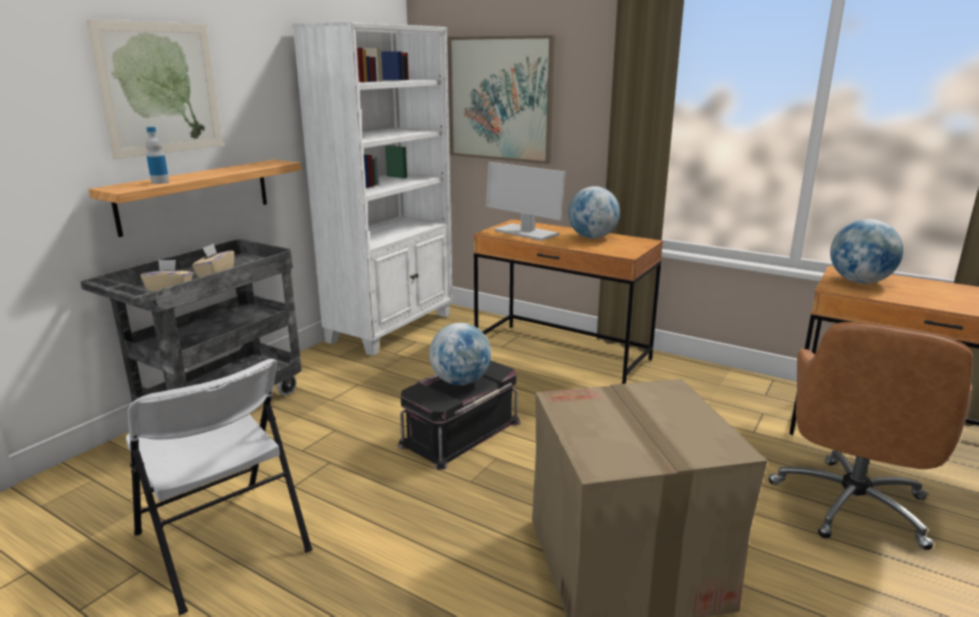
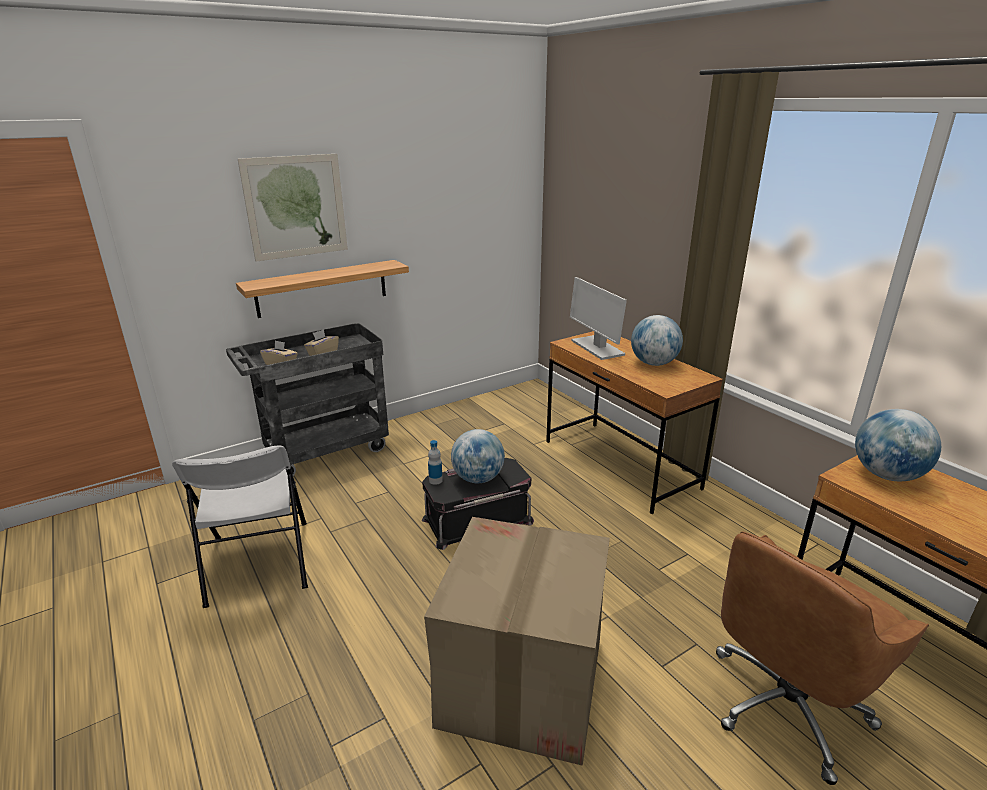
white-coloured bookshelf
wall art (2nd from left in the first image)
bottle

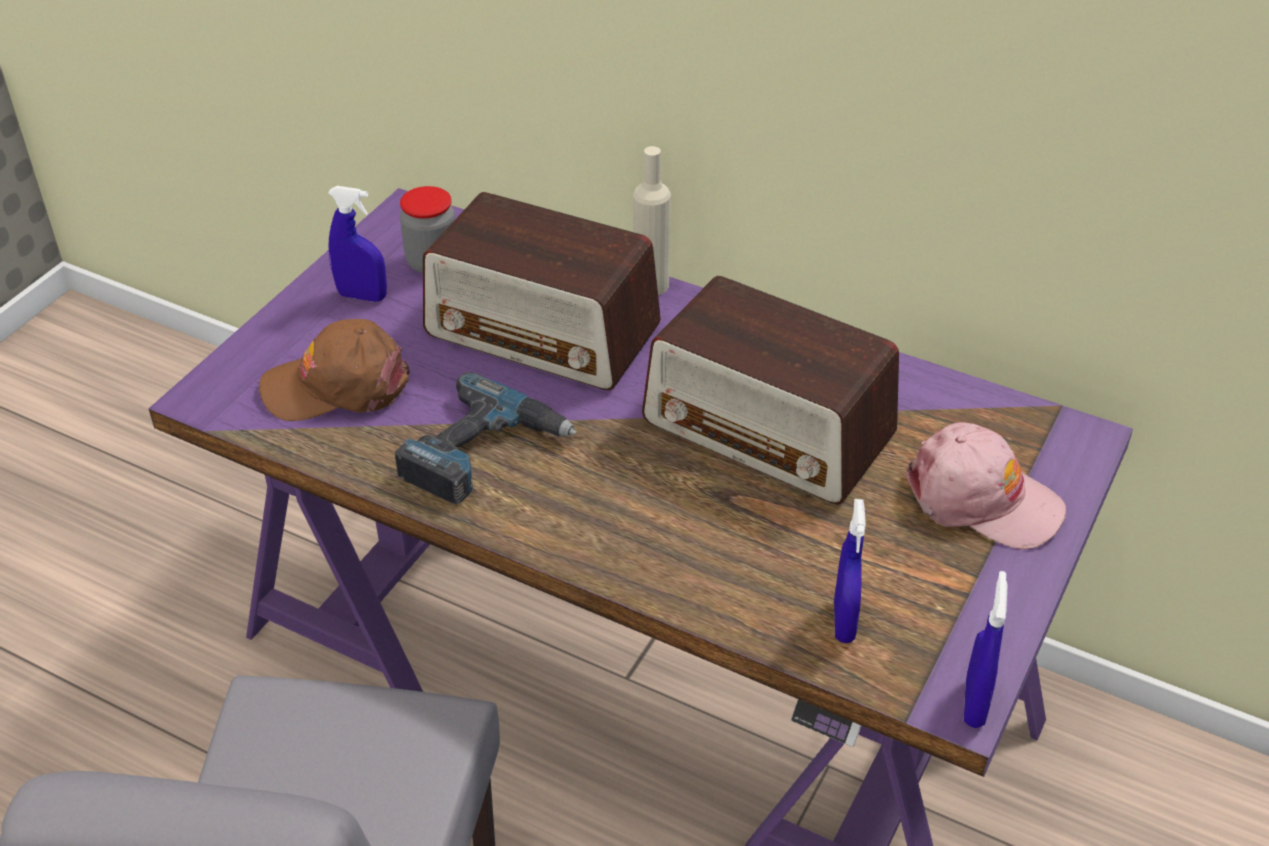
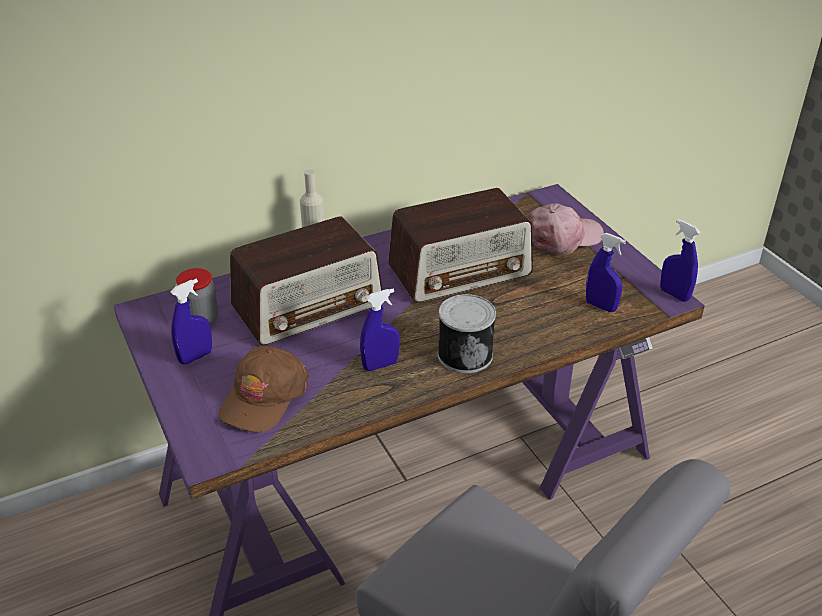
can
bluish hand sprayer (2nd from left)

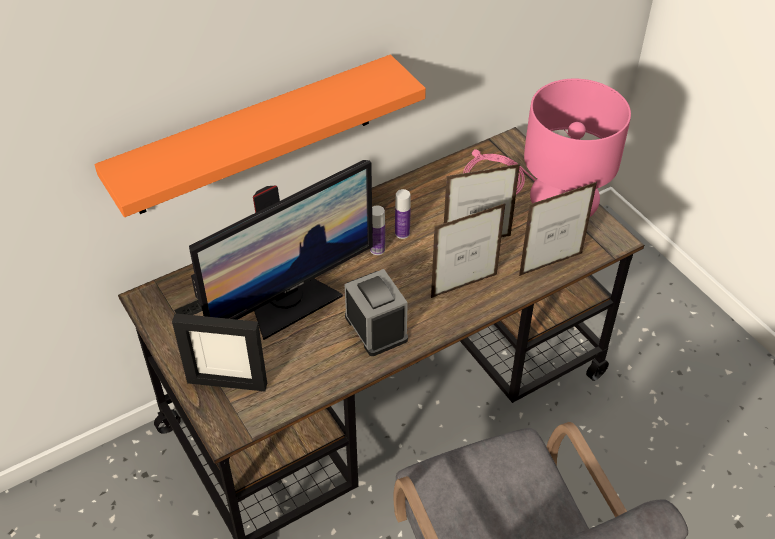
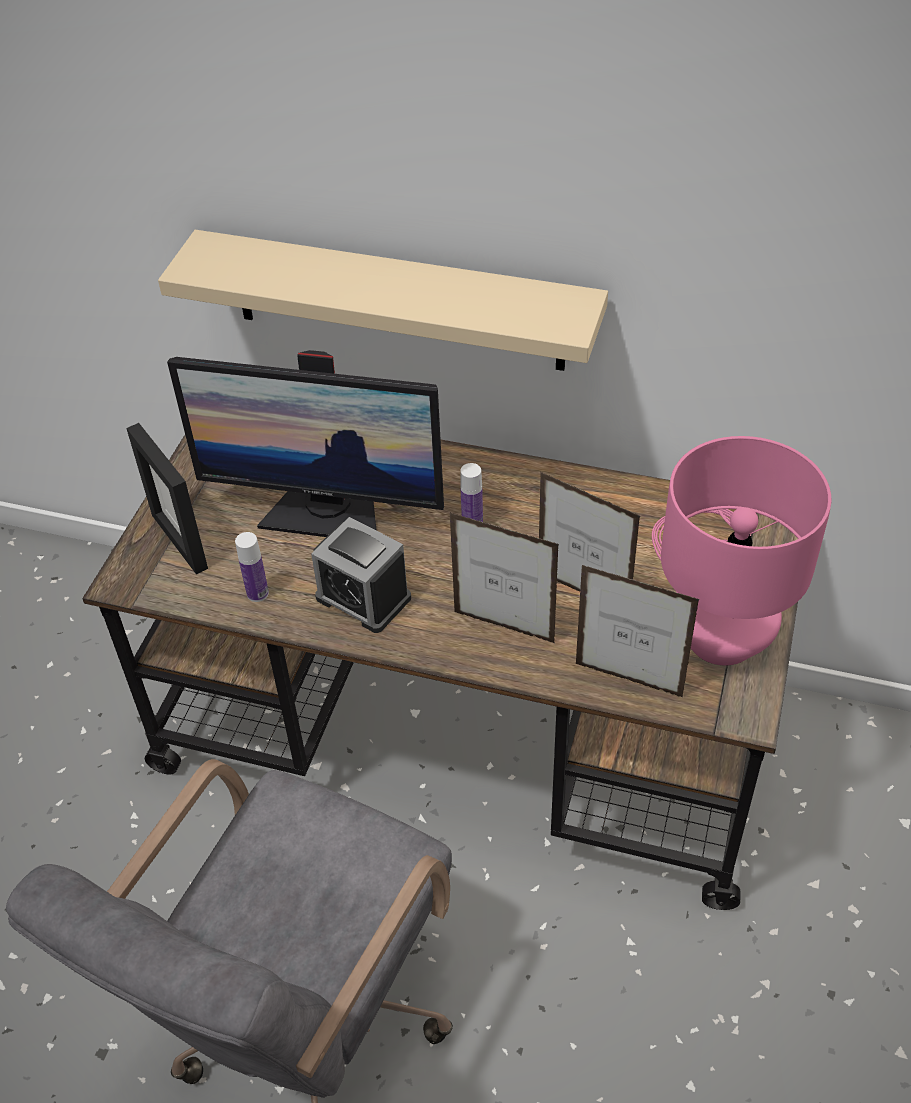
bottle (1st from left)
sand-coloured shelf
bedside clock

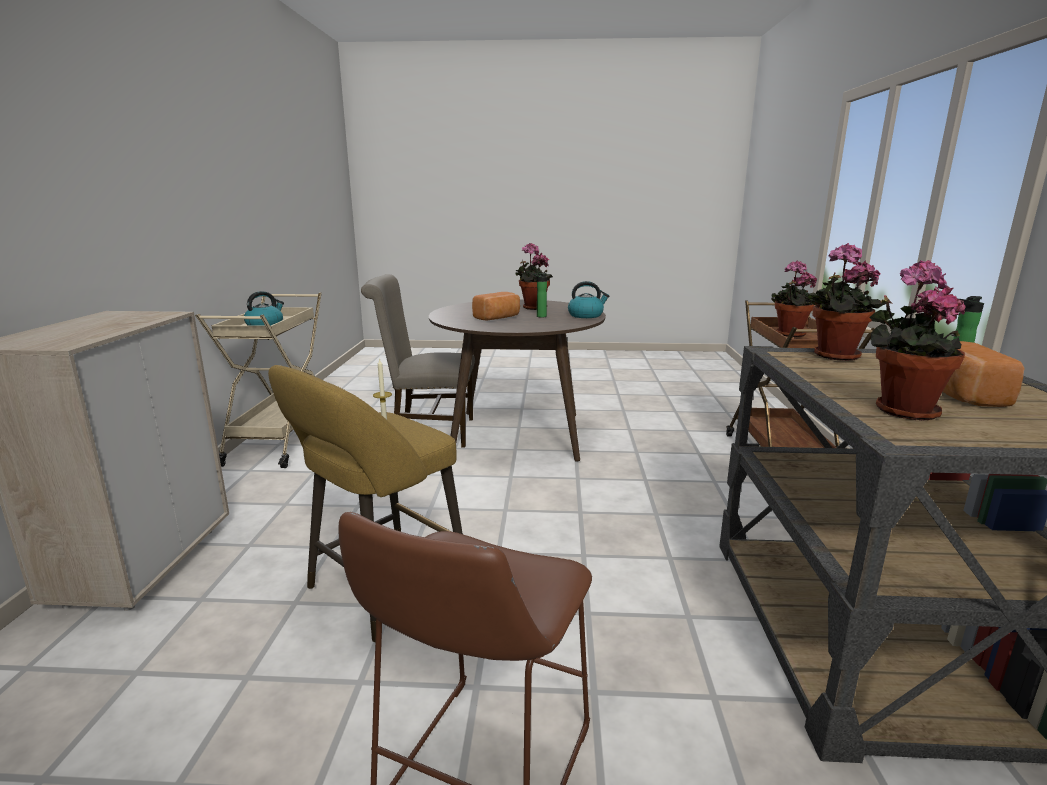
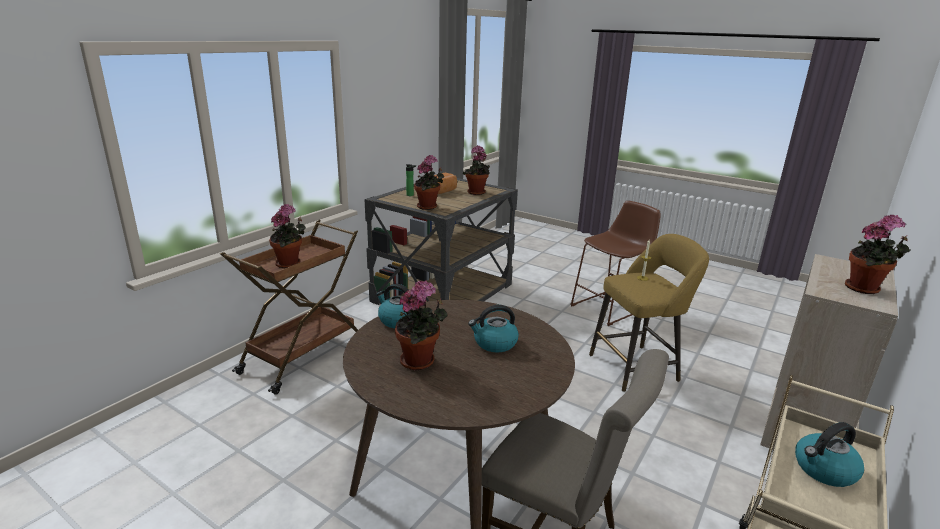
bottle (1st from left in the first image)
plant in a pot (5th from left)
tea kettle (2nd from left)

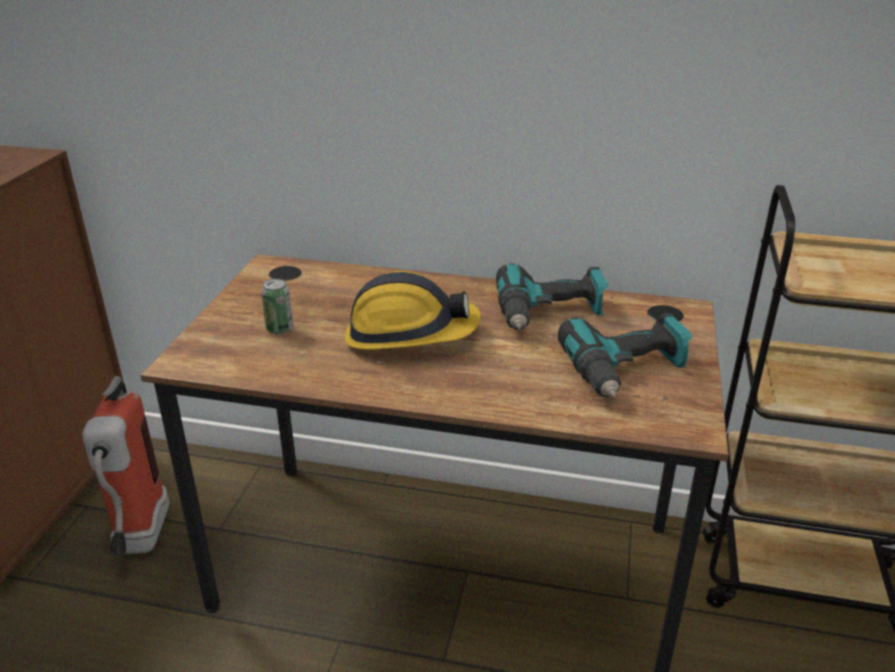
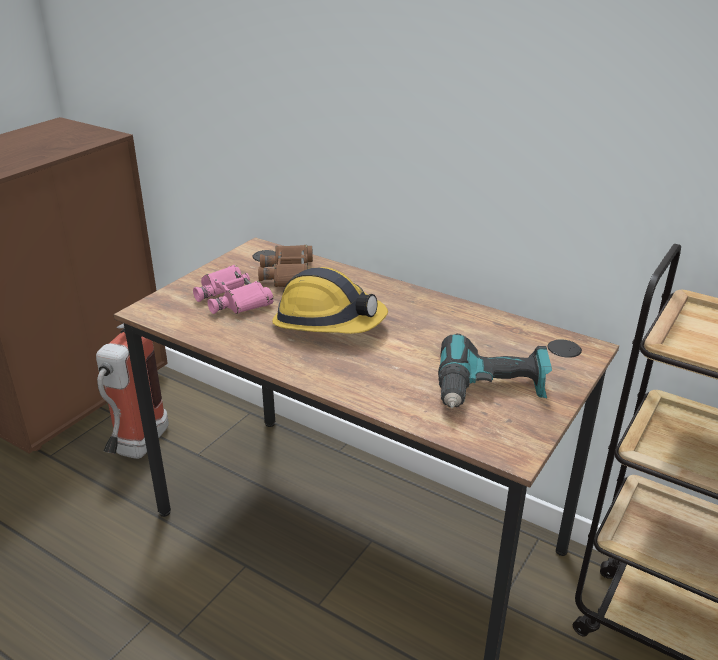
electric drill (1st from left in the first image)
brown-coloured field glasses
pinkish field glasses

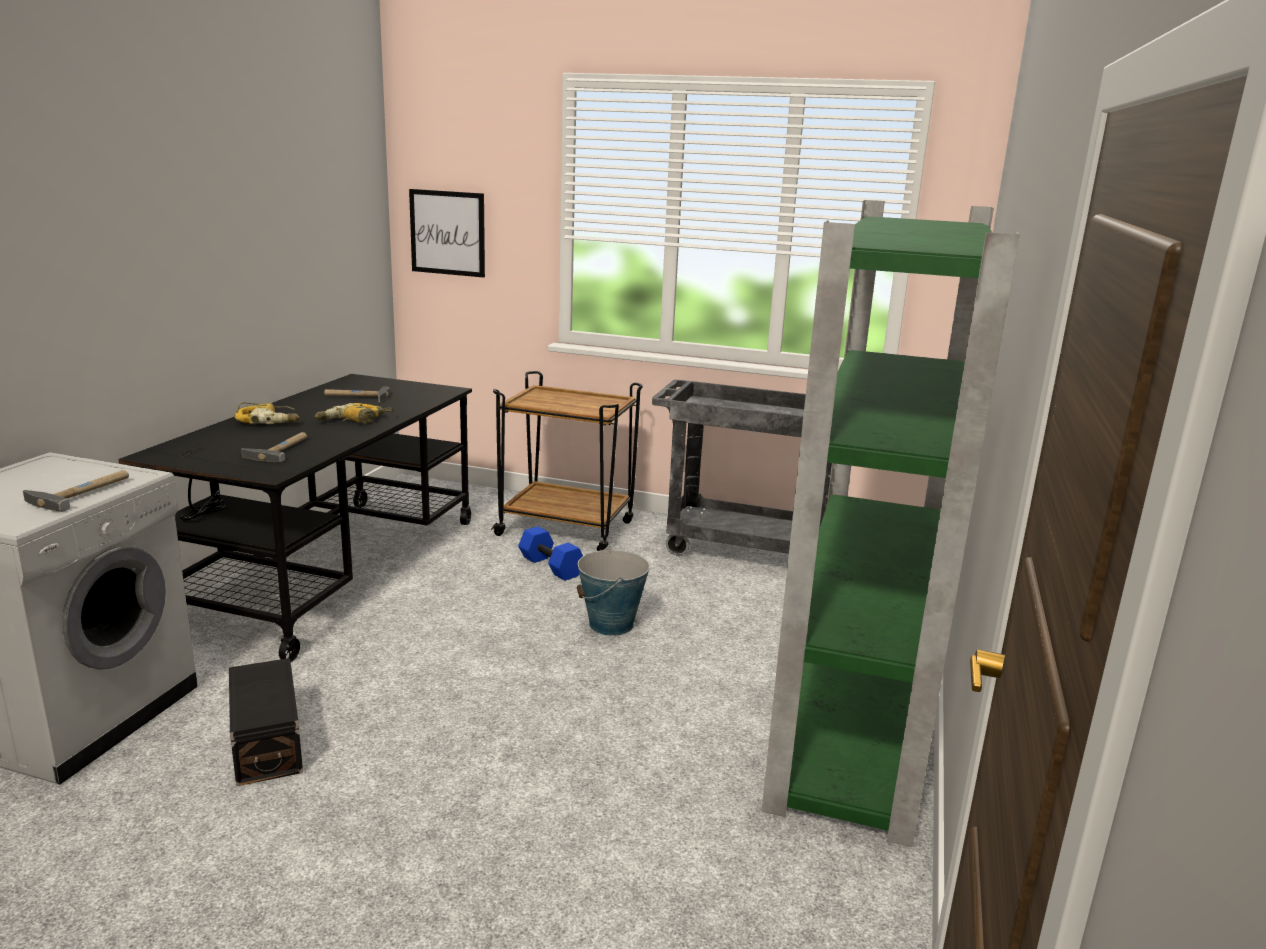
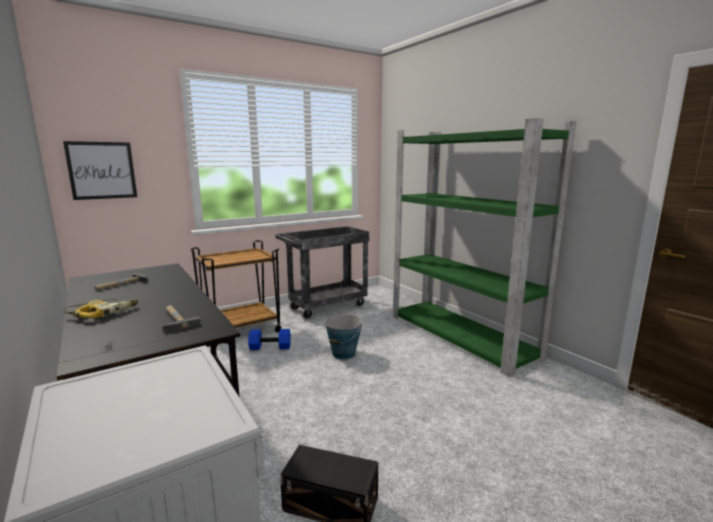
hand hammer (1st from left in the first image)
electric drill (2nd from left in the first image)

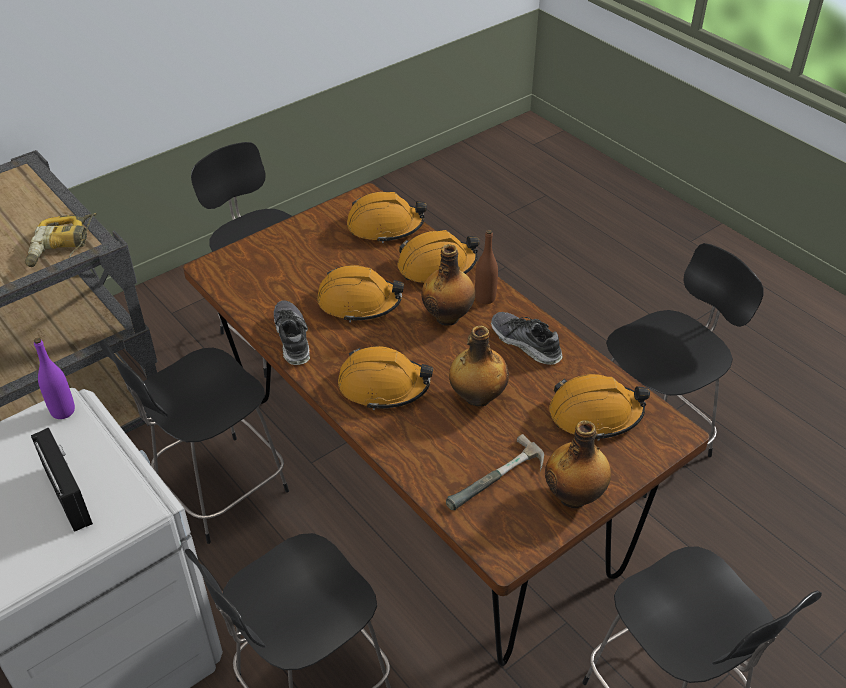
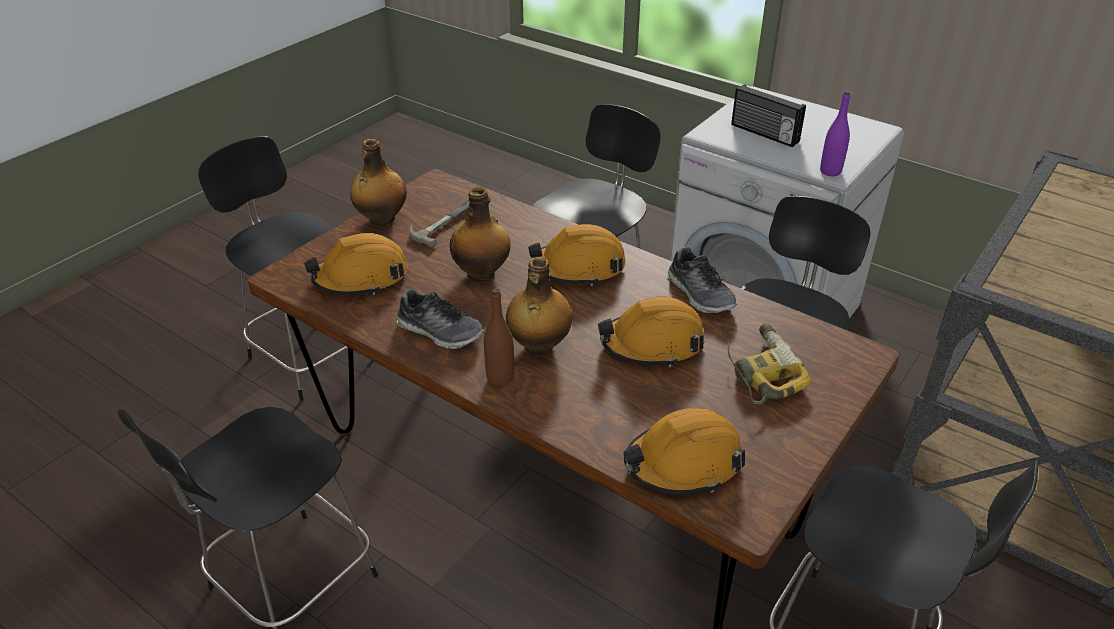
orange-coloured work helmet (4th from left in the first image)
electric drill

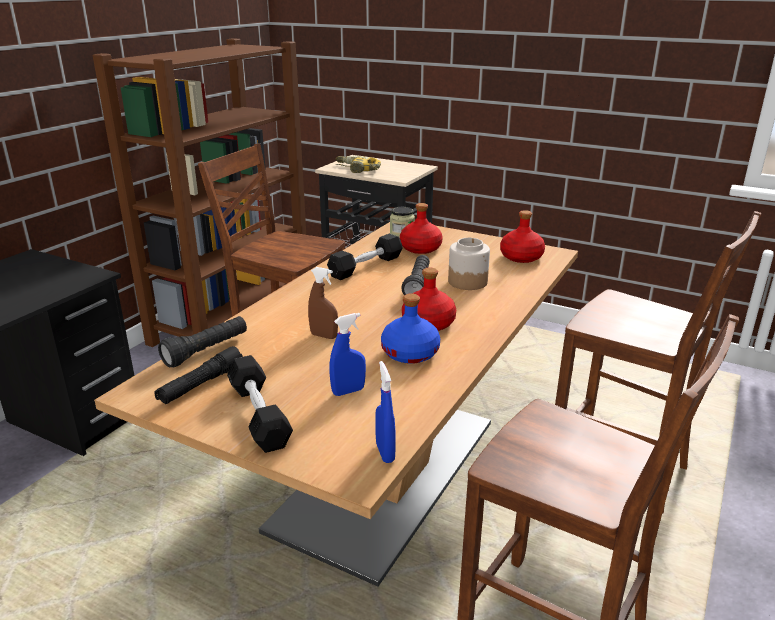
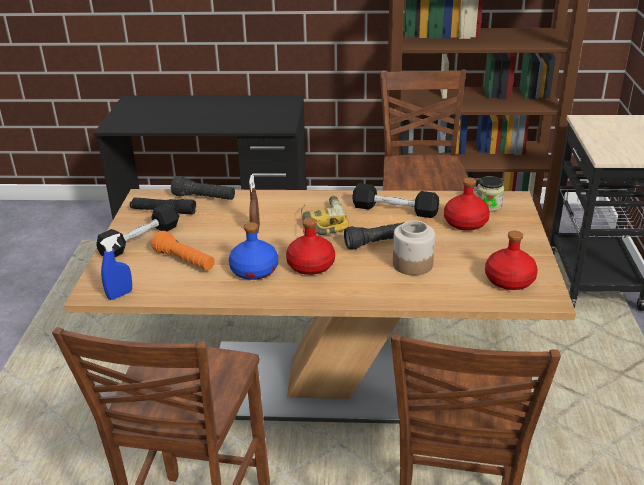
electric drill
orange-coloured torch

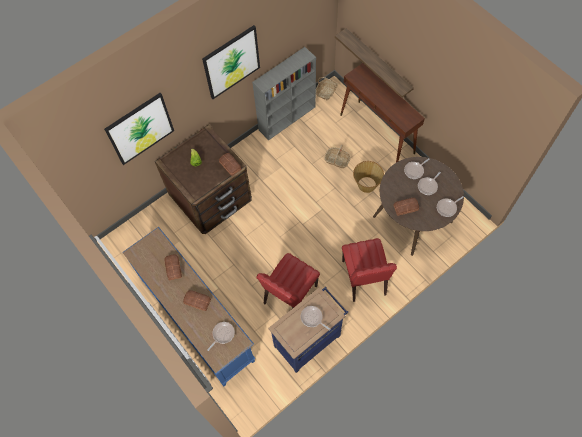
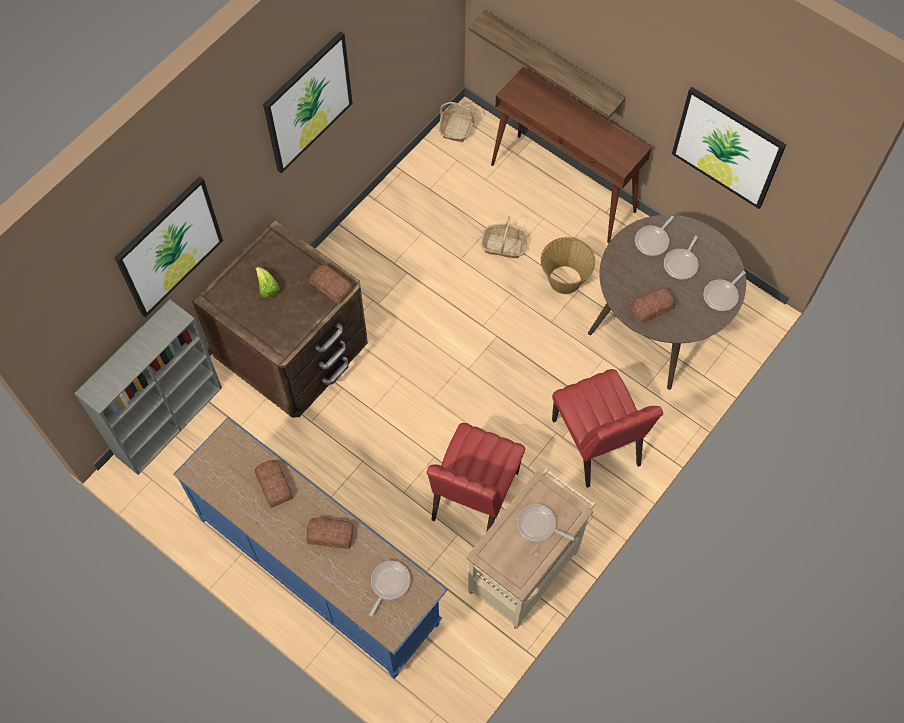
wall art (3rd from left)
gray bookshelf
sand-coloured trolley

